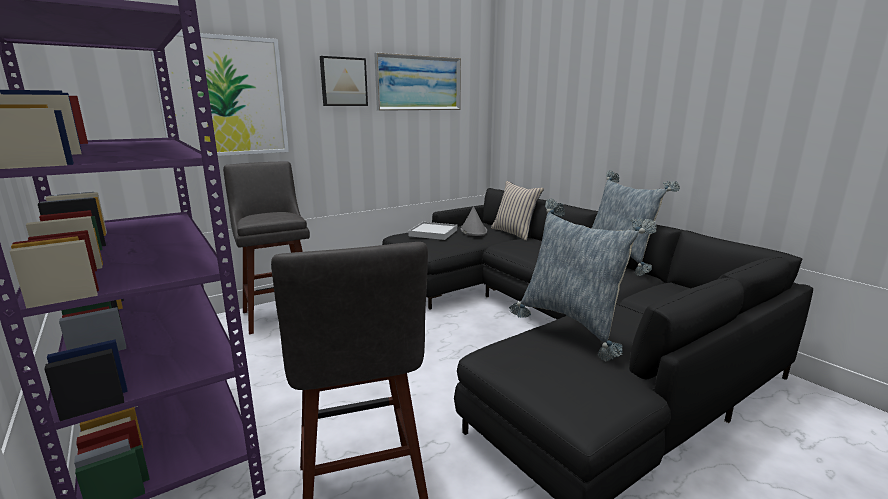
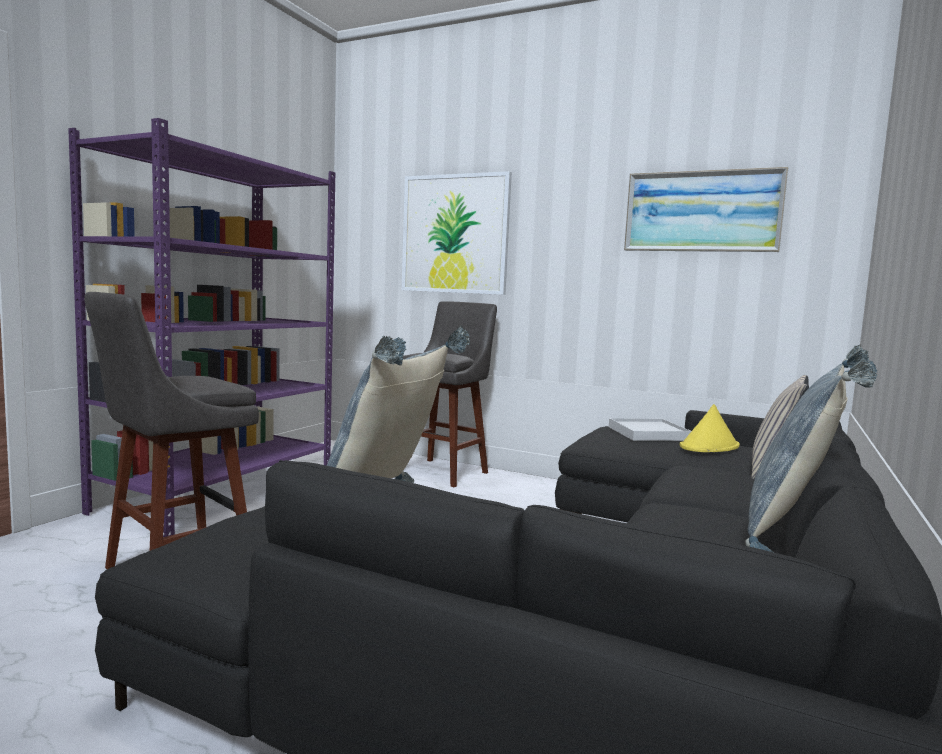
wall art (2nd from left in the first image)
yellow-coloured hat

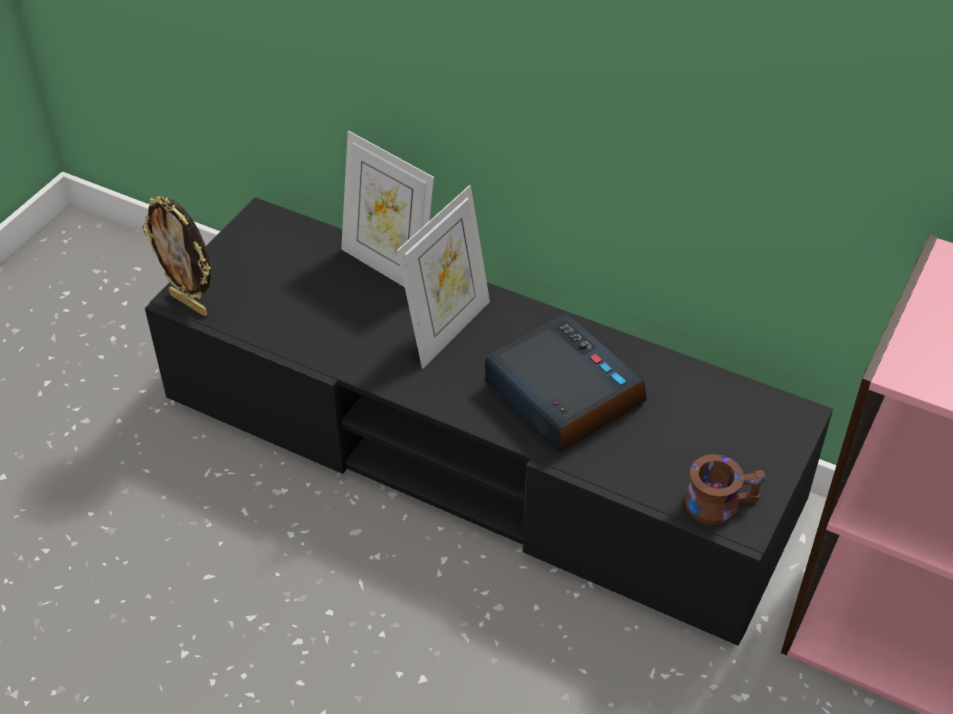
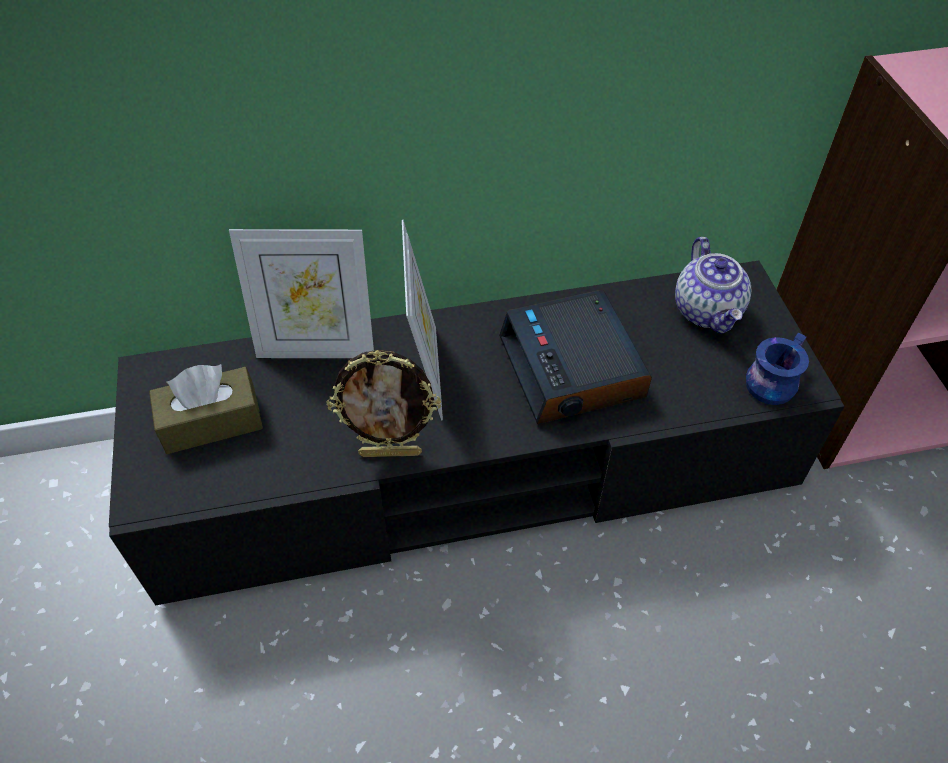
brown-coloured tissue box
tea pot
photo frame (2nd from left)
bluish tea mug
bedside clock

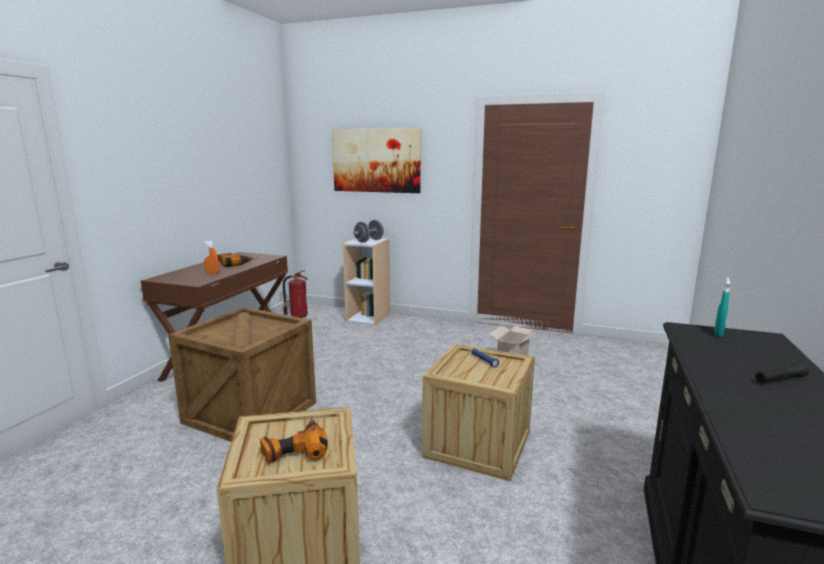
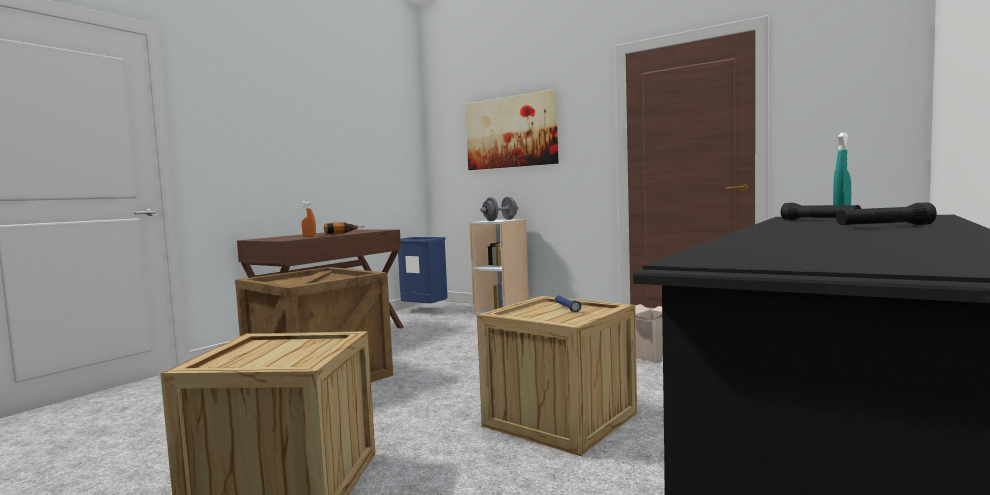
electric drill (2nd from left in the first image)
blackish torch (1st from left)
bluish trash can

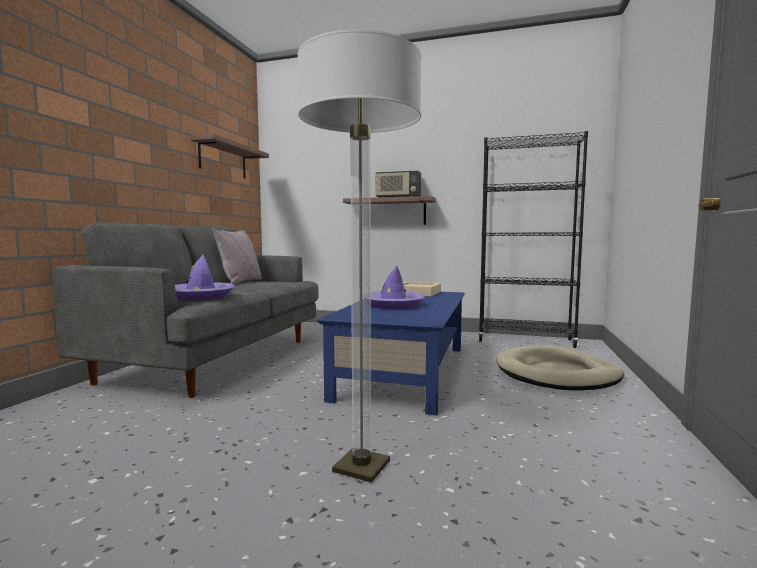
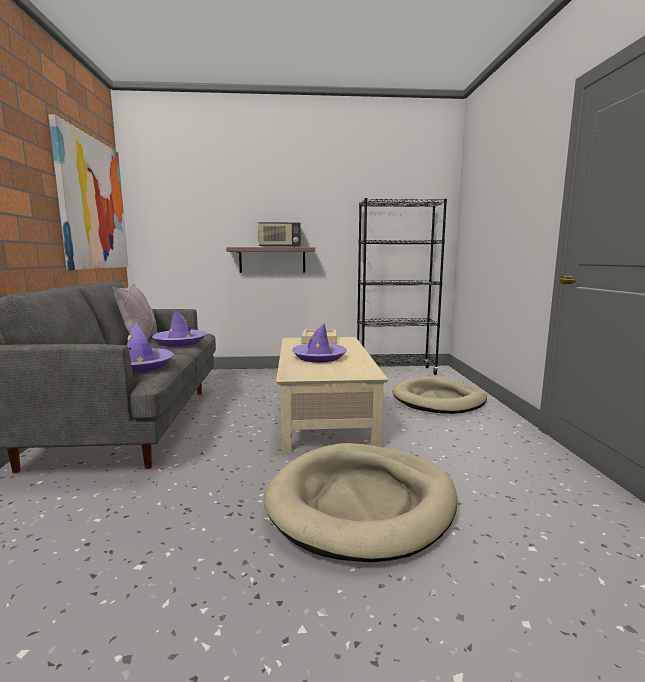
purplish hat (2nd from left)
wall art
sand-coloured dog cushion (1st from left)
sand-coloured lounge table

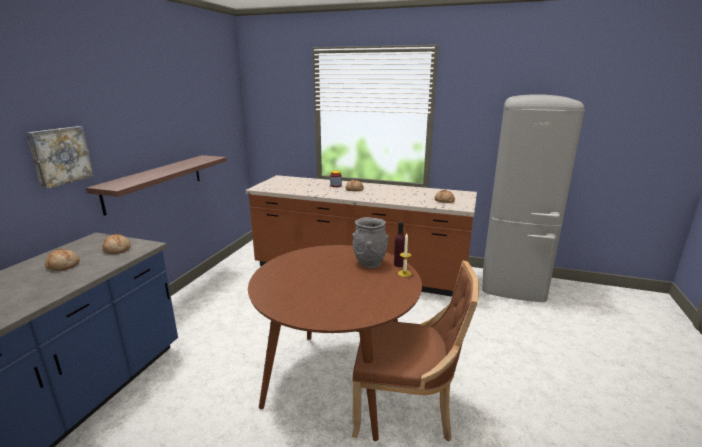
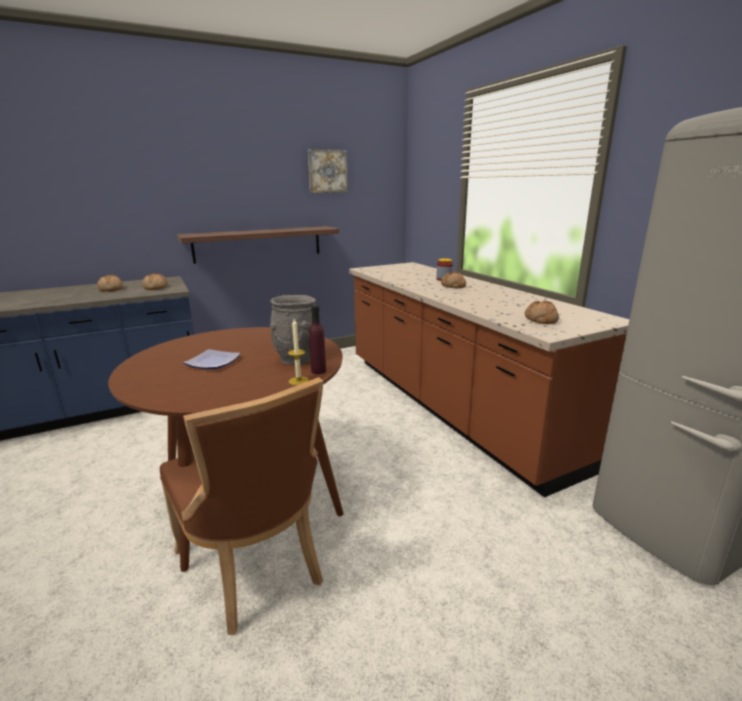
plate
wall art

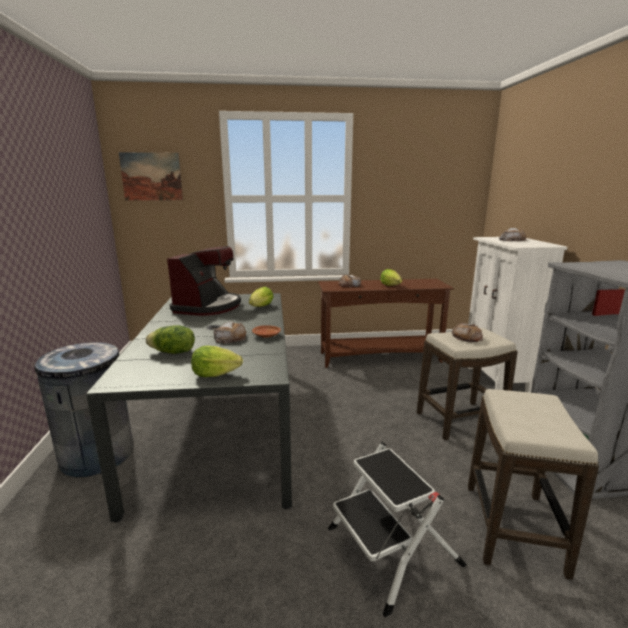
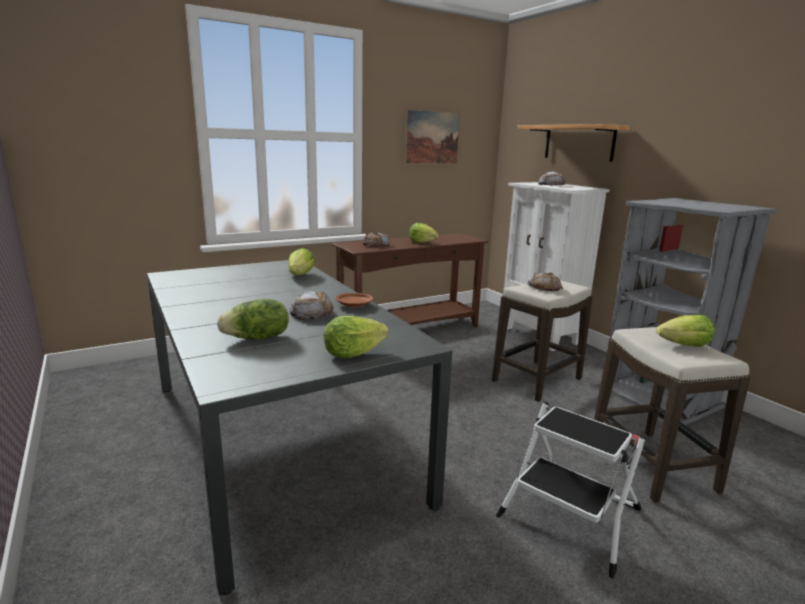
gray trash can
coffee brewer
shelf
lettuce (5th from left)
wall art

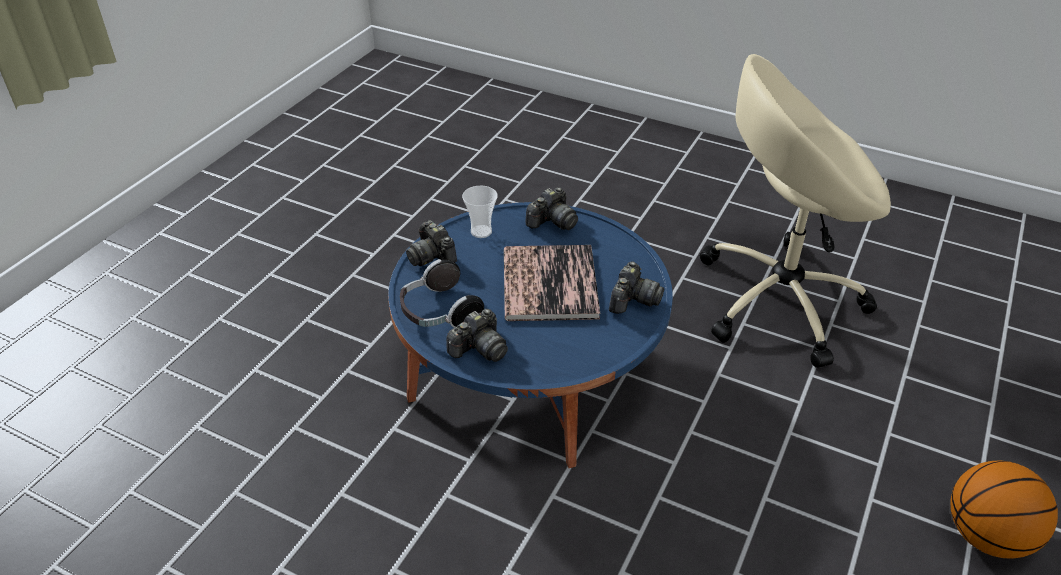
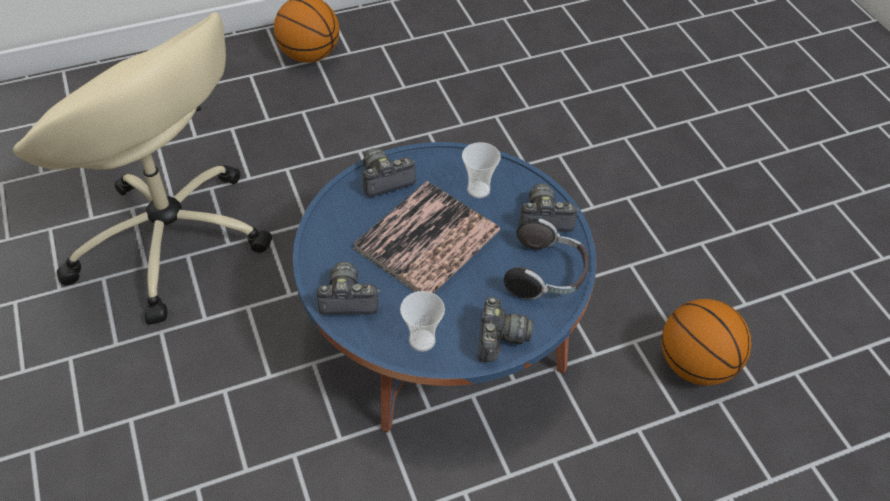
drinking cup (2nd from left)
basketball ball (2nd from left)

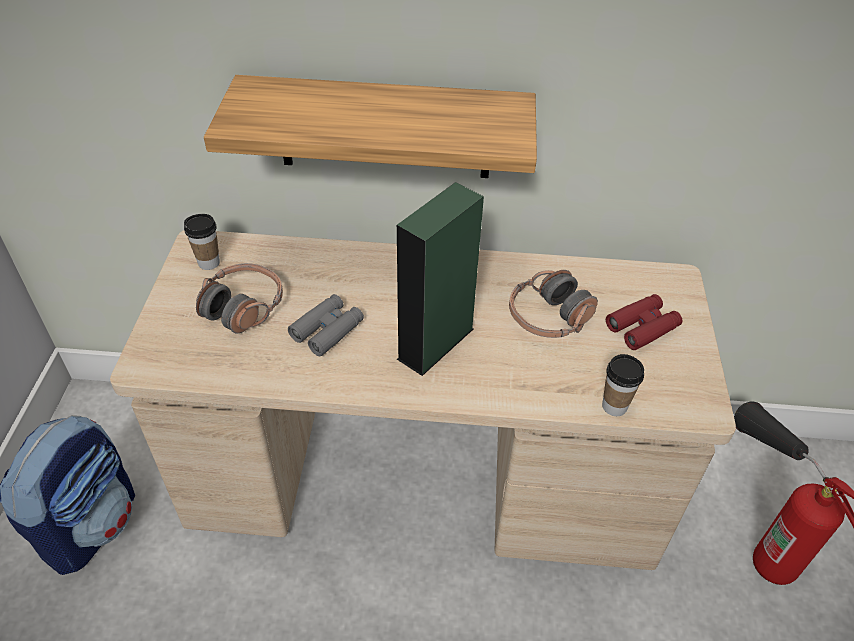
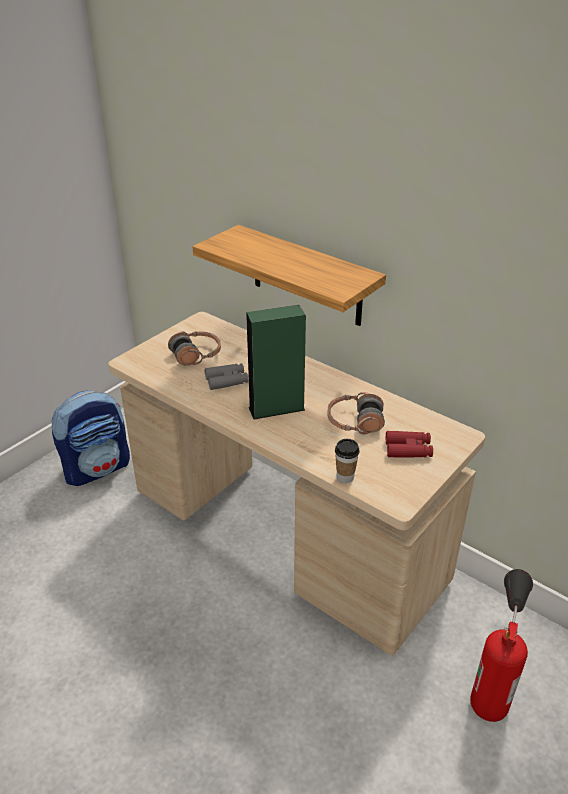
drinking cup (1st from left in the first image)

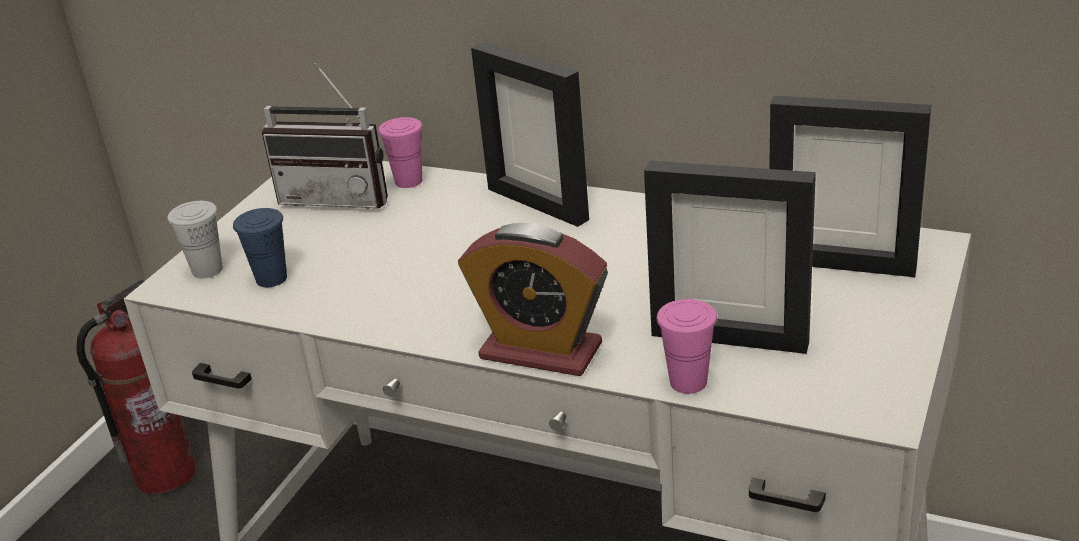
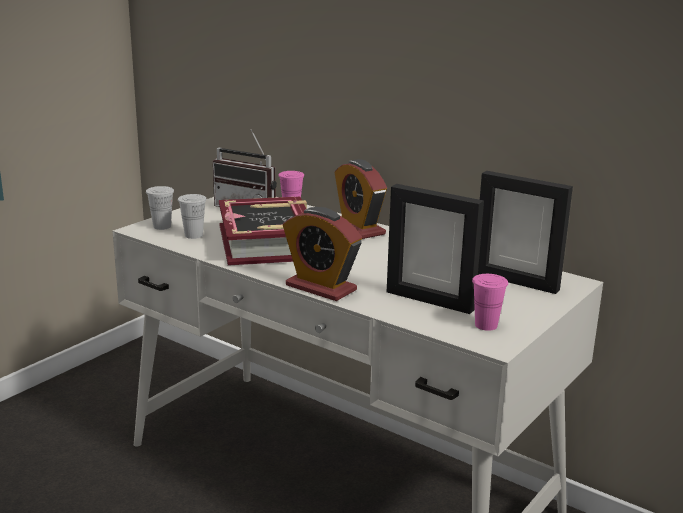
extinguisher
volume
pinkish drinking cup (2nd from left)
bedside clock (2nd from left)
white-coloured drinking cup (2nd from left)

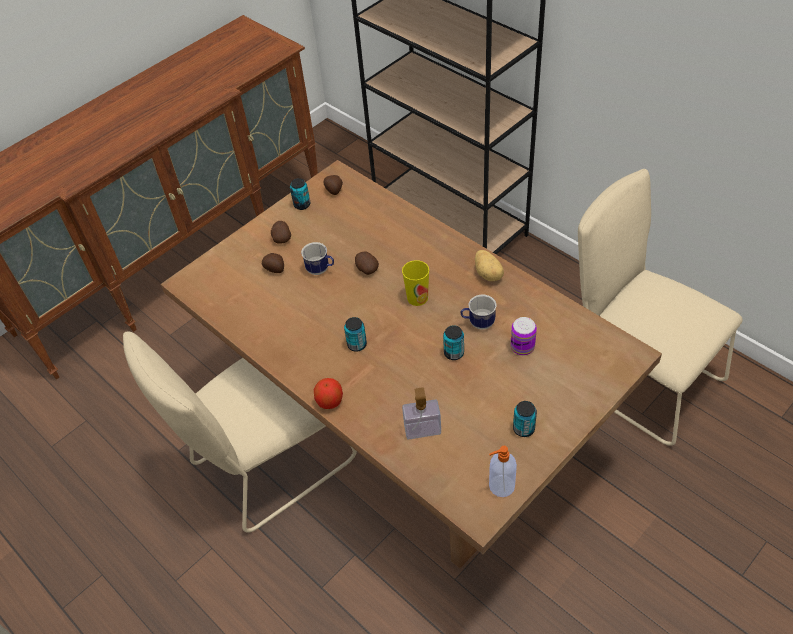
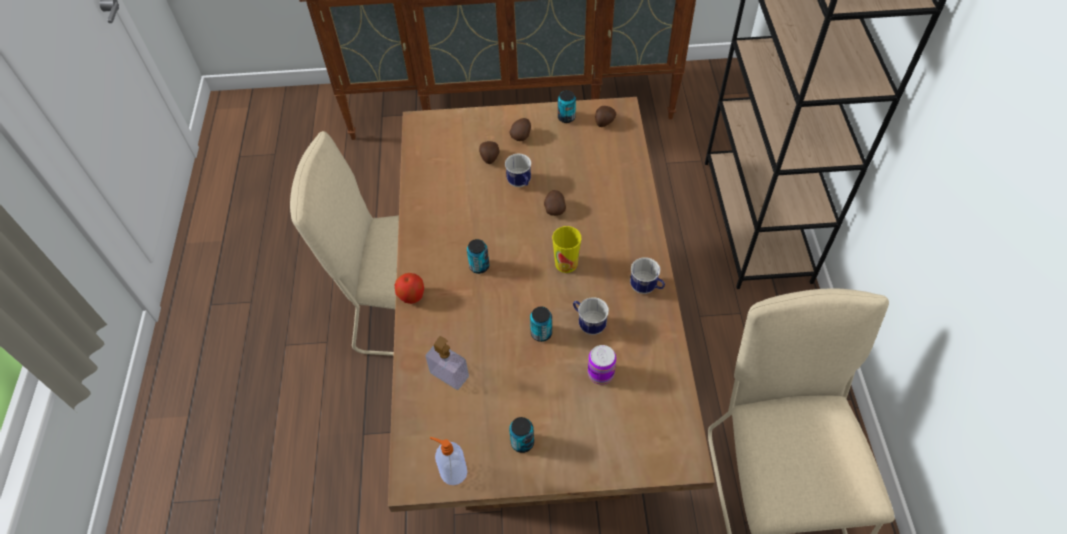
tea mug (3rd from left)

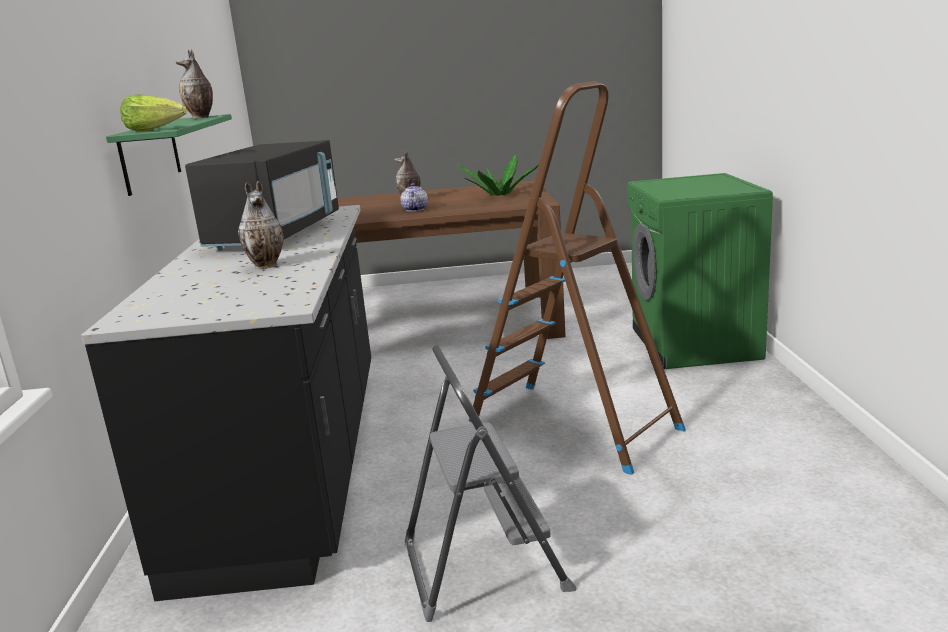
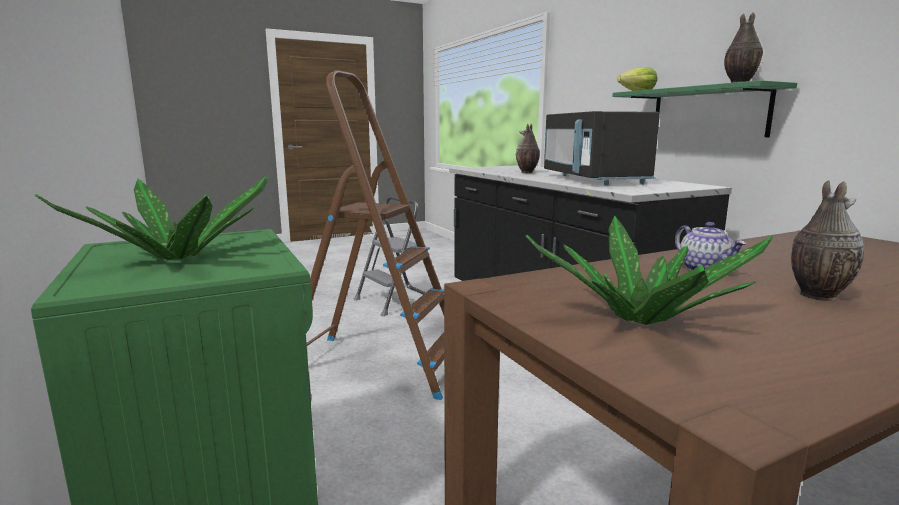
plant in a pot (1st from left)

